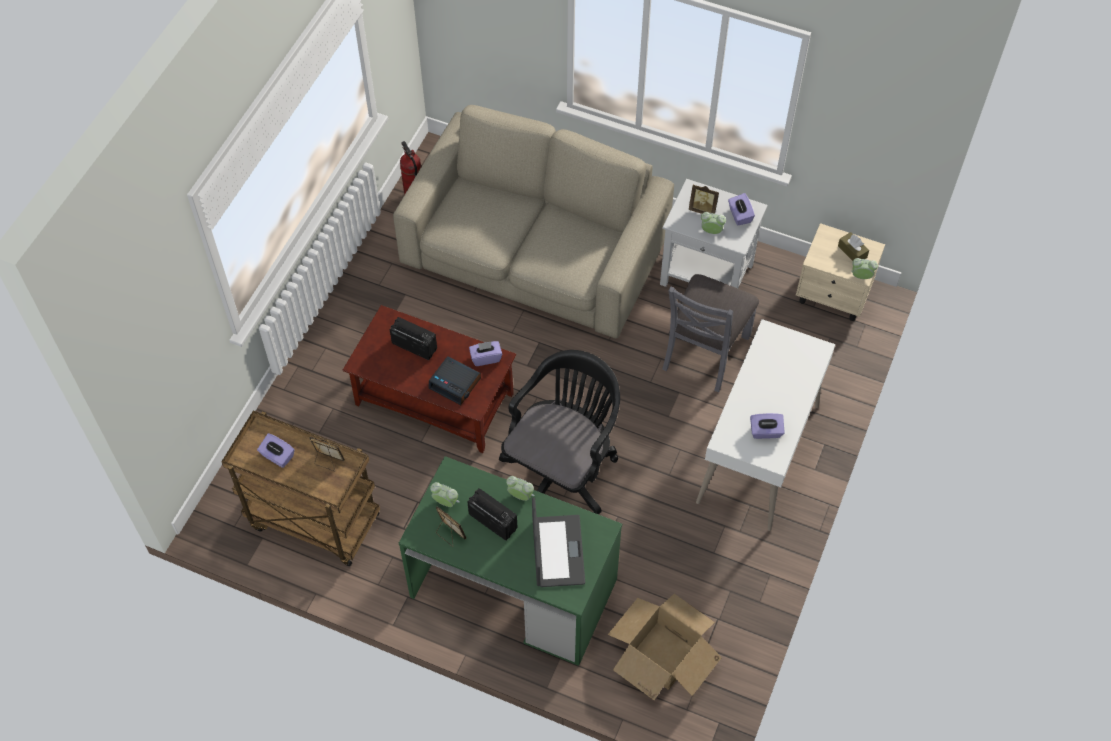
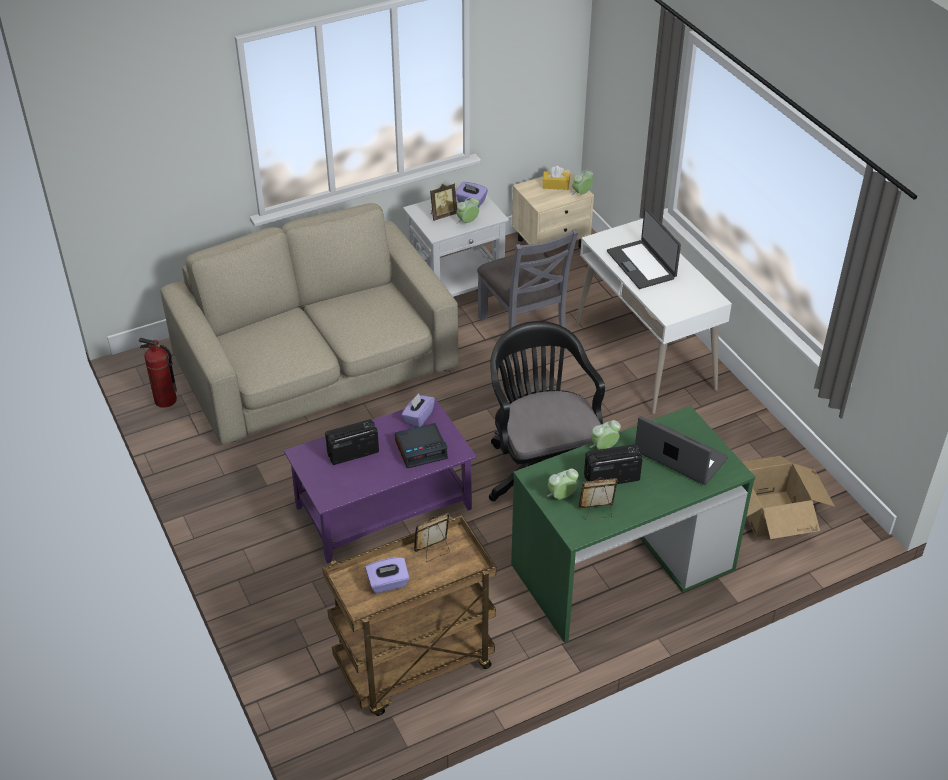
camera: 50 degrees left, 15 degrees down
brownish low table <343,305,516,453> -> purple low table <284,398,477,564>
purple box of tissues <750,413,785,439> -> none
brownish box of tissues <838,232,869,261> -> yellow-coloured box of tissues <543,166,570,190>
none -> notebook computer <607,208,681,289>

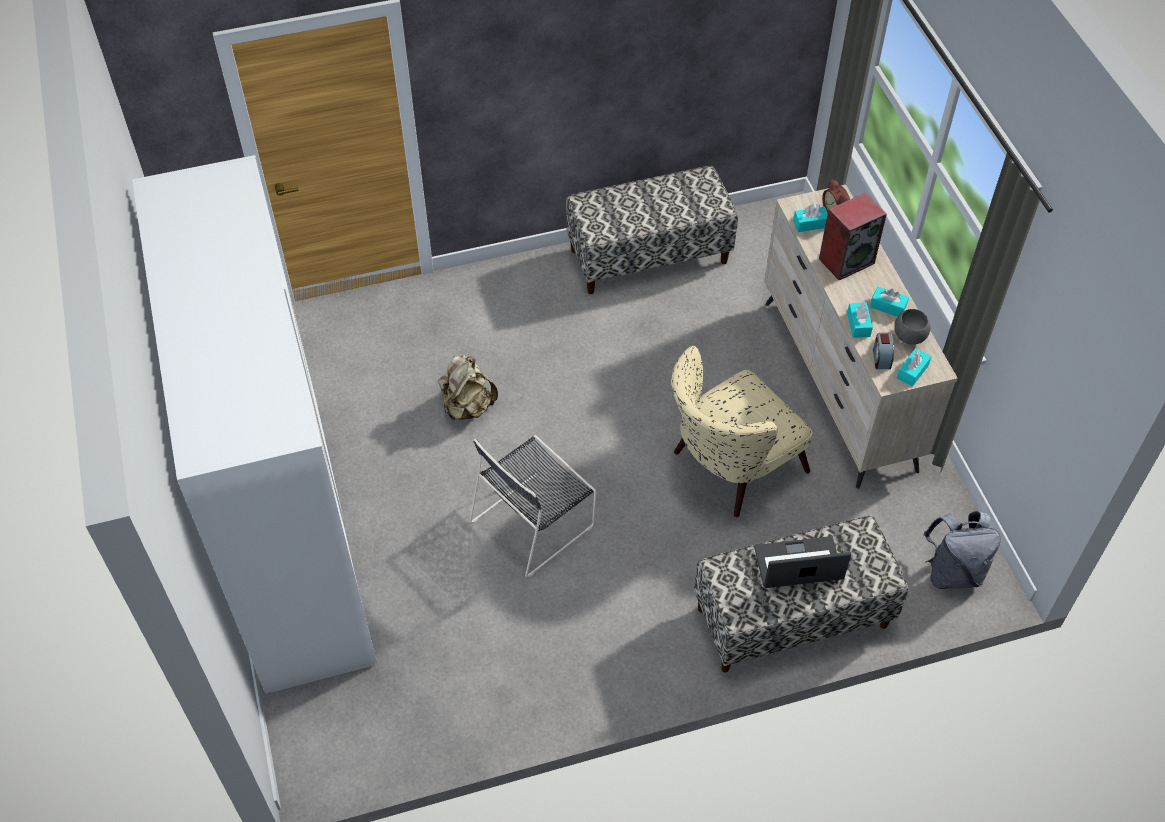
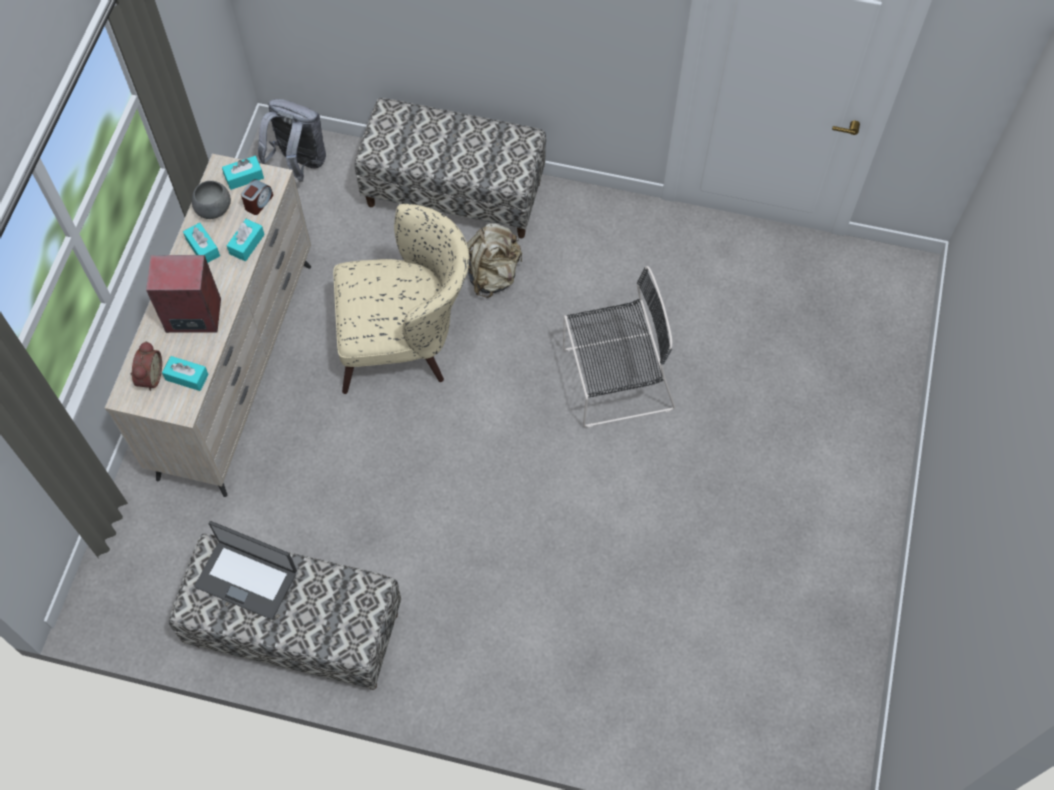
camera: 150 degrees left, 10 degrees up
whitish clothes cupboard <132,155,377,694> -> none
sand-coloured knapsack <438,355,498,420> -> sand-coloured knapsack <467,223,523,298>, relocated
notebook computer <754,536,851,588> -> notebook computer <194,521,297,620>, relocated

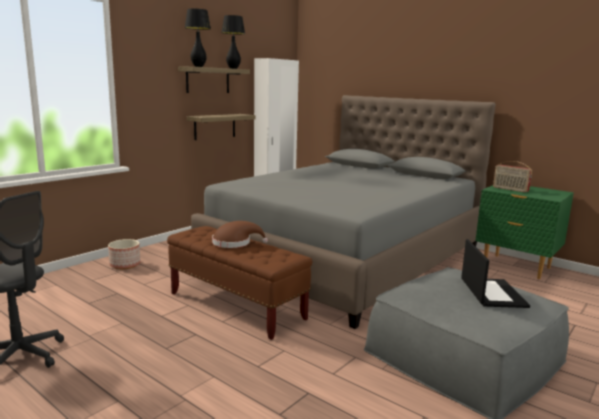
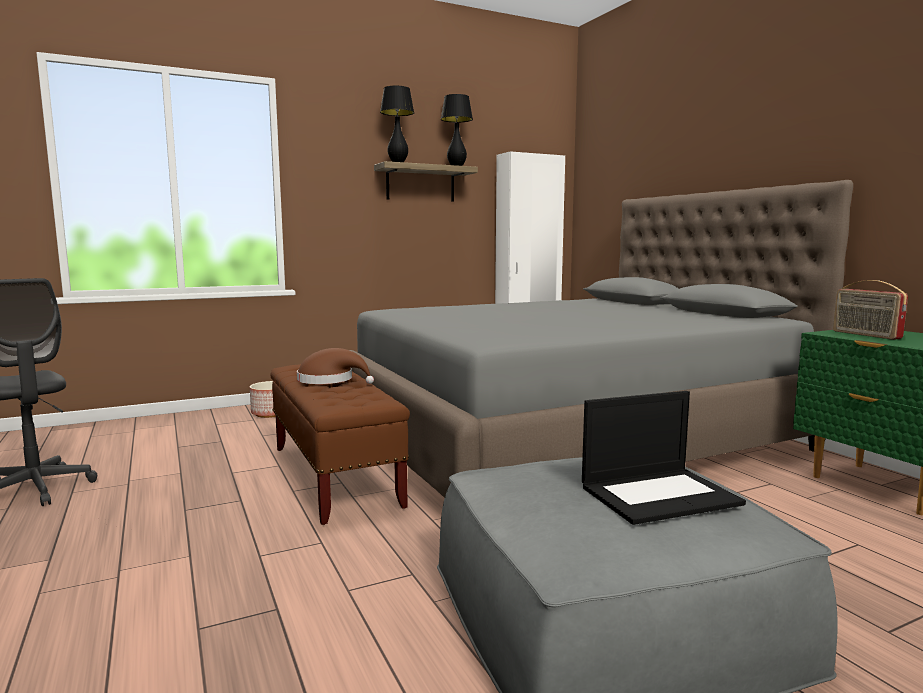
camera: 25 degrees right, 5 degrees down
shelf <187,114,255,140> -> none
notebook computer <461,239,530,308> -> notebook computer <582,391,746,525>, 45 degrees clockwise

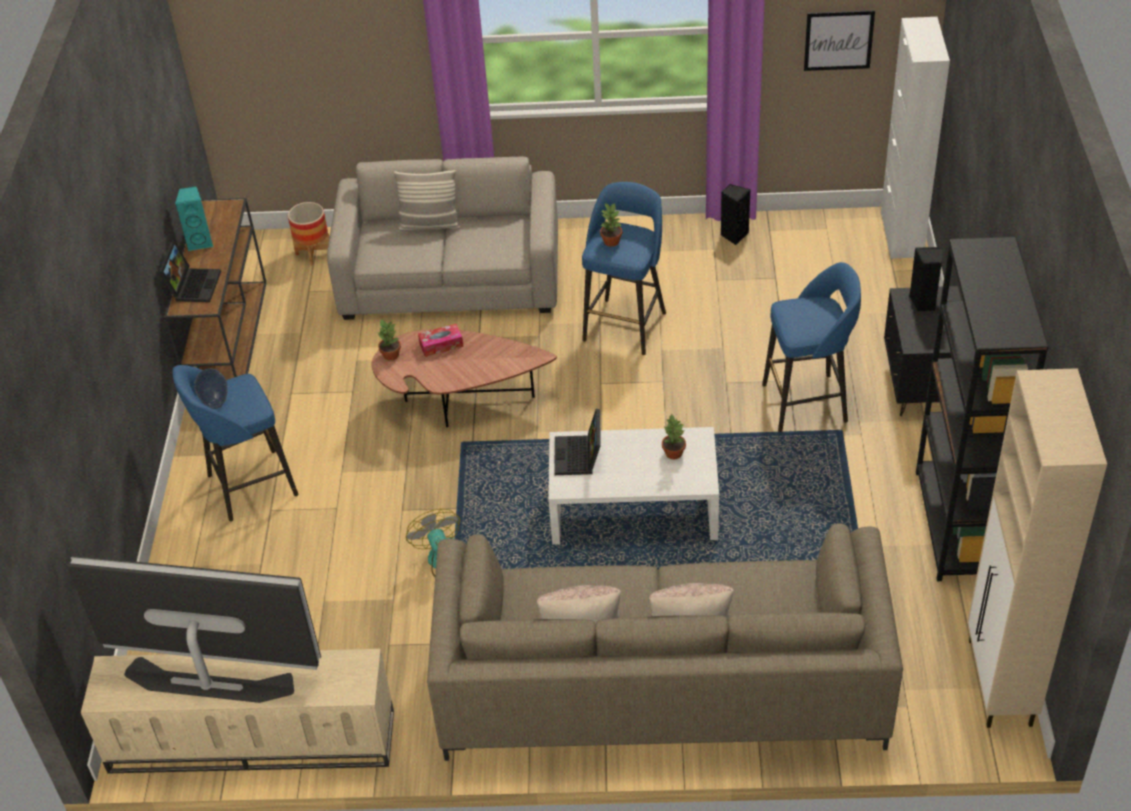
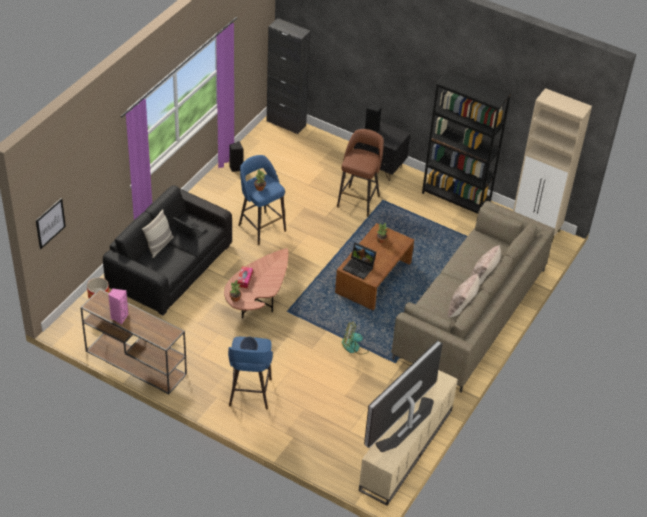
camera: 65 degrees left, 0 degrees up
notebook computer <159,241,221,302> -> notebook computer <173,217,206,240>, relocated
turquoise-coloured loudspeaker <175,186,213,251> -> pink-coloured loudspeaker <108,288,128,324>
sand-coloured sofa <327,157,558,320> -> blackish sofa <103,185,232,316>
whitish low table <548,427,719,545> -> brownish low table <335,223,414,310>
bluish sitting stool <762,262,861,432> -> brownish sitting stool <337,129,384,217>
wall picture <804,10,875,71> -> wall picture <36,198,66,249>, relocated
whitish cupboard <881,17,950,259> -> blackish cupboard <267,18,311,135>

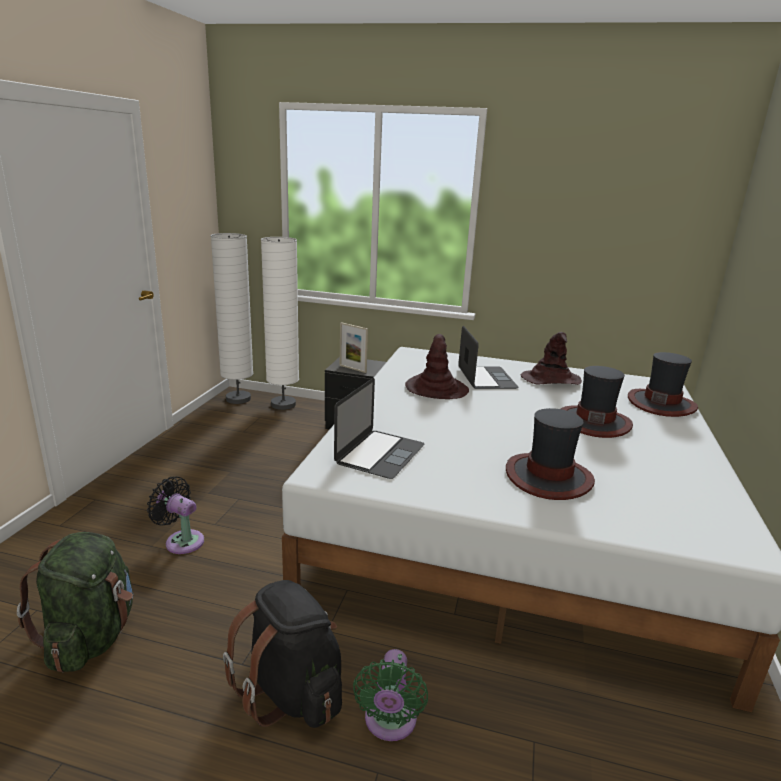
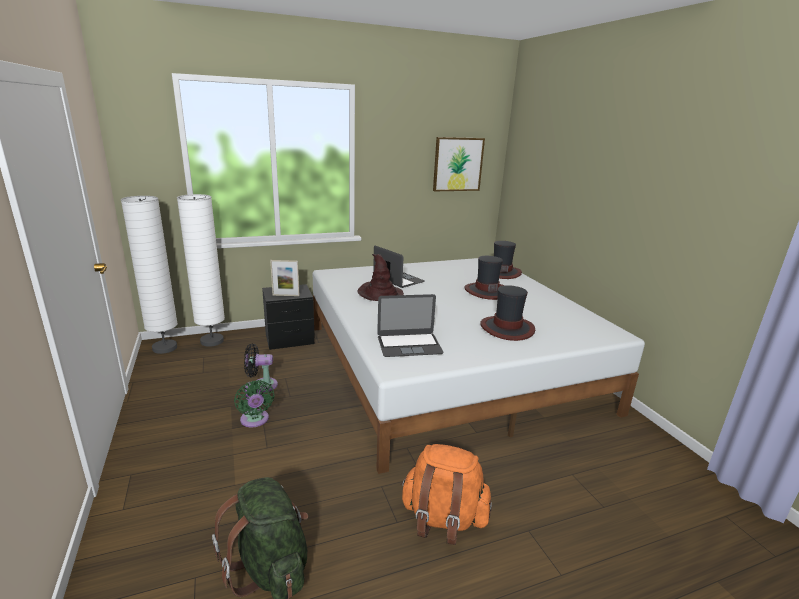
camera: 35 degrees left, 0 degrees up
blackish fan <147,477,204,554> -> blackish fan <244,344,278,392>, relocated
blackish knapsack <223,580,342,728> -> orange-coloured knapsack <401,444,492,545>
notebook computer <334,378,424,479> -> notebook computer <377,294,444,357>, 90 degrees clockwise
greenish fan <353,649,428,741> -> greenish fan <234,380,274,427>, relocated
brownish hat <521,332,582,385> -> none
none -> wall picture <433,137,485,191>

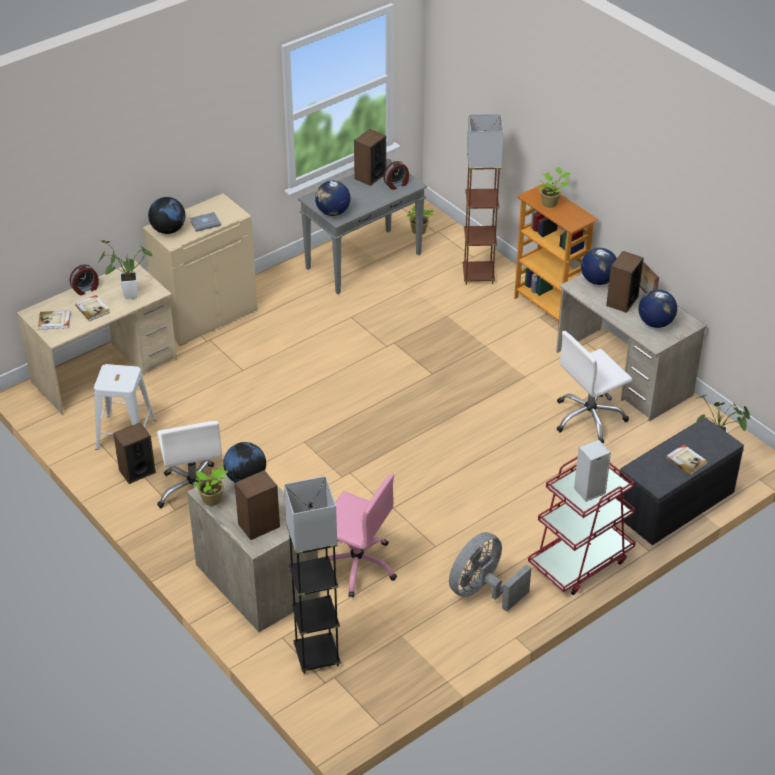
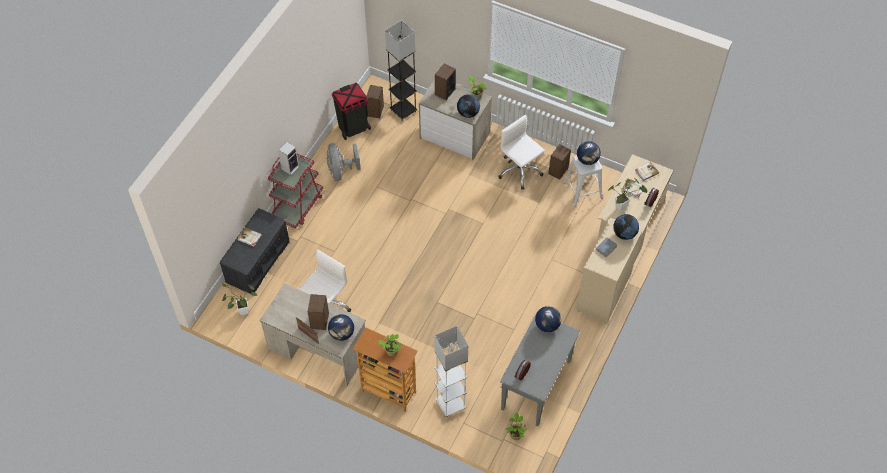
camera: 155 degrees right, 15 degrees up
pink-coloured computer chair <329,474,397,597> -> none
loudspeaker <354,129,386,186> -> loudspeaker <366,85,384,118>, relocated
gray fan <449,532,531,611> -> gray fan <327,143,361,181>, 150 degrees clockwise
brownish standard lamp <462,114,504,285> -> whitish standard lamp <434,326,468,417>
world globe <638,290,677,328> -> world globe <577,141,601,165>, relocated
none -> blackish rubbish bin <332,83,371,140>

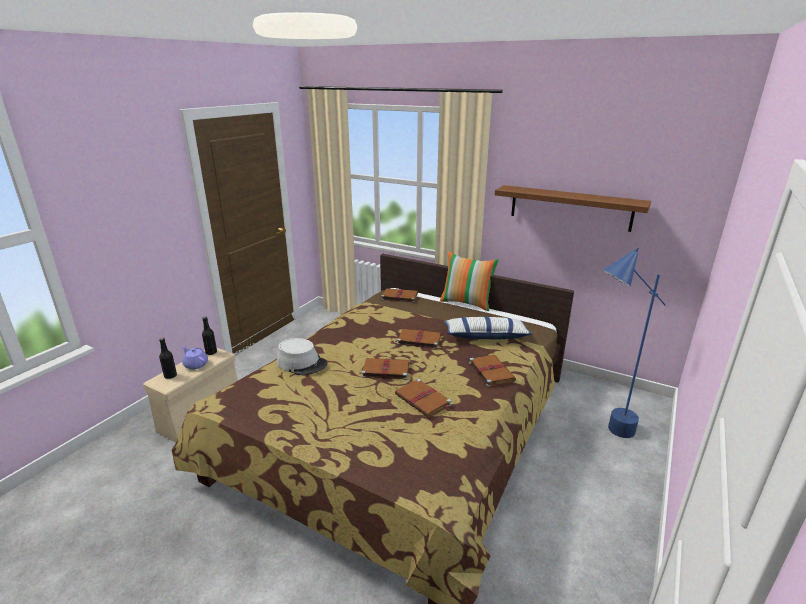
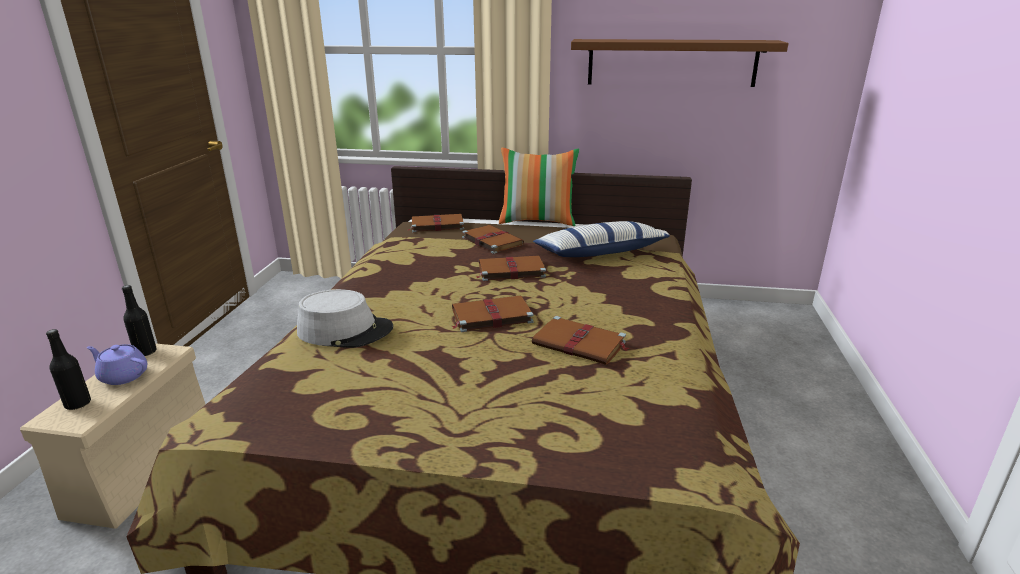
camera: 20 degrees left, 0 degrees up
brownish volume <469,355,516,387> -> brownish volume <462,225,524,254>, relocated
bluish standard lamp <603,248,666,438> -> none

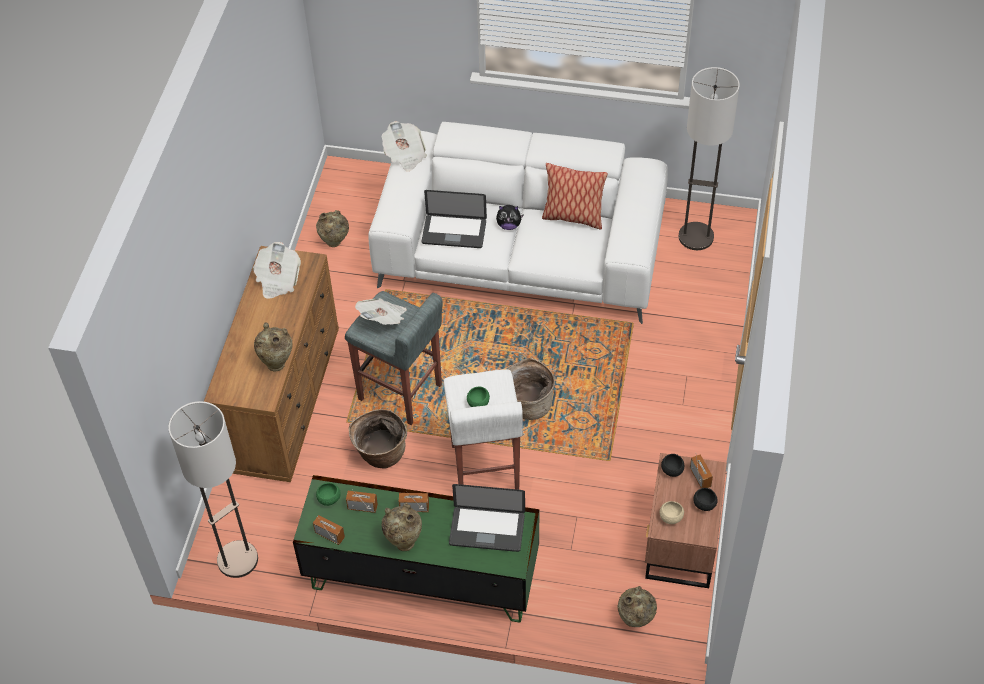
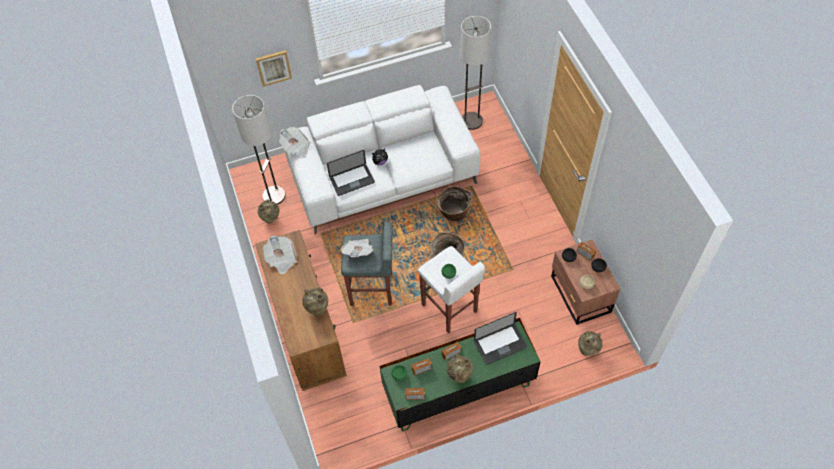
camera: 30 degrees left, 5 degrees up
standard lamp <168,401,258,578> -> standard lamp <232,95,286,205>, relocated
storage basket <349,409,407,469> -> storage basket <436,186,472,221>, relocated
pillow <542,163,608,230> -> none
none -> wall picture <255,50,292,87>

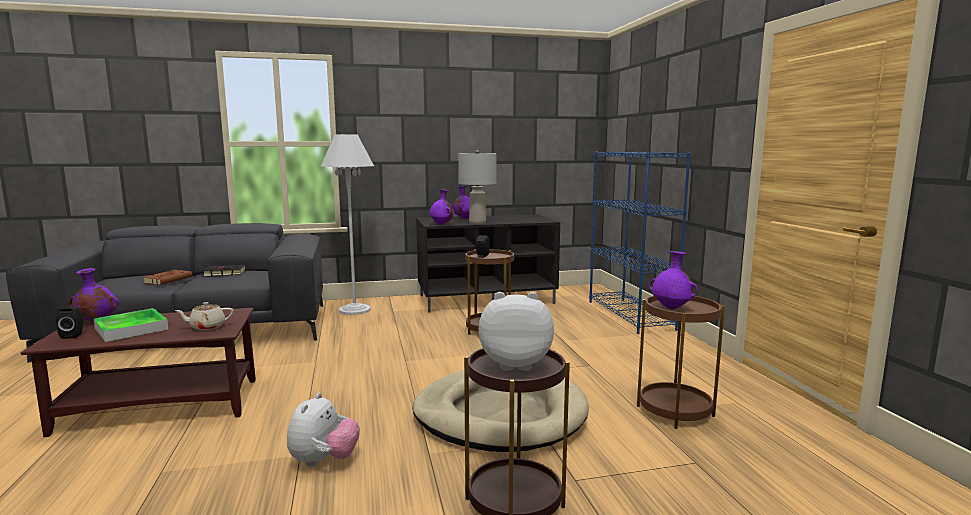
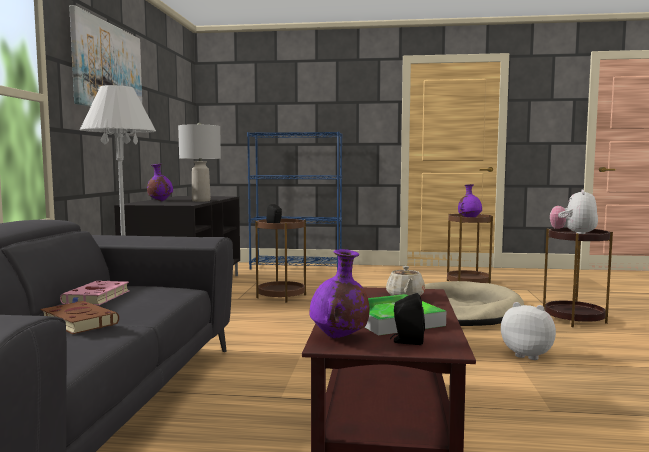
camera: 70 degrees left, 5 degrees down
blackish volume <199,265,246,276> -> pink-coloured volume <60,280,130,305>
purple flower vase <430,189,453,225> -> none
none -> wall picture <69,5,142,107>

